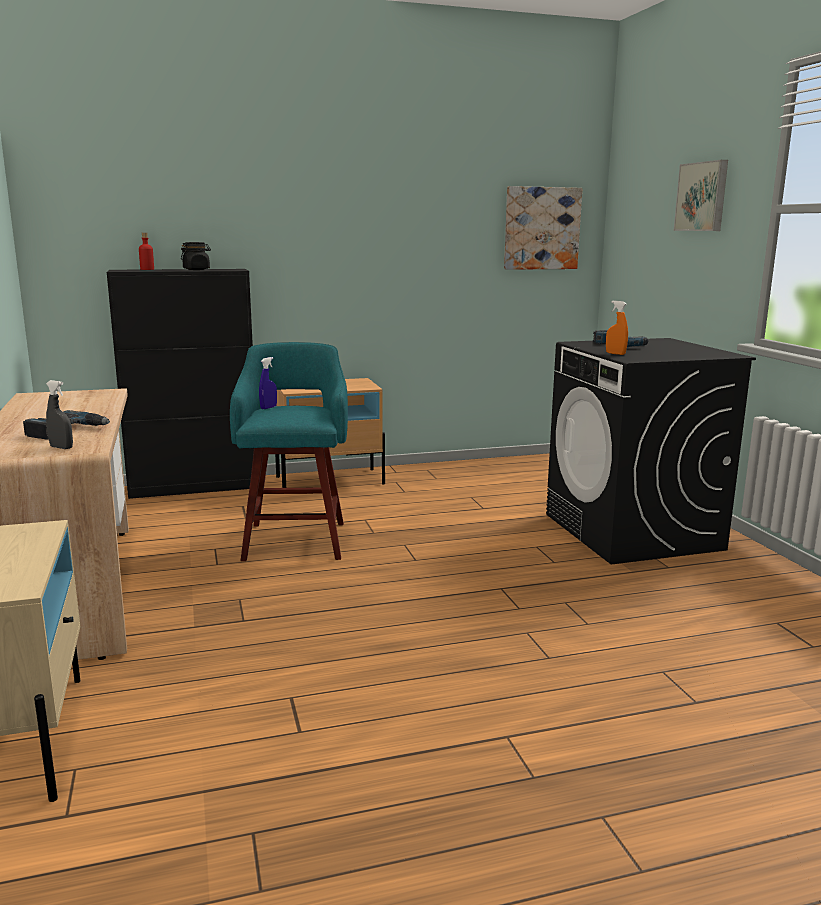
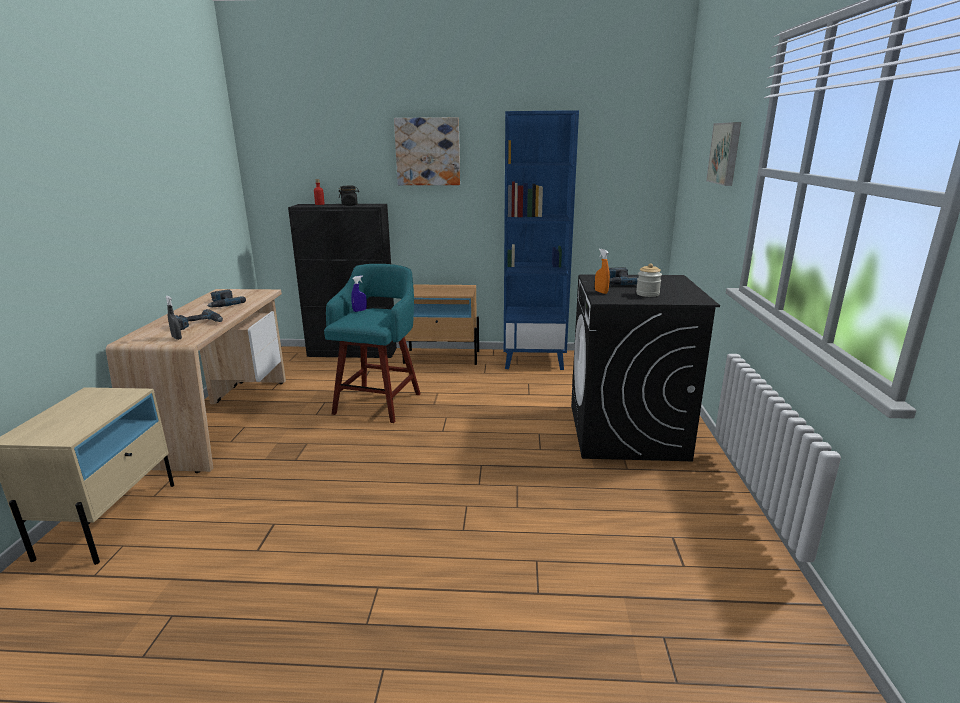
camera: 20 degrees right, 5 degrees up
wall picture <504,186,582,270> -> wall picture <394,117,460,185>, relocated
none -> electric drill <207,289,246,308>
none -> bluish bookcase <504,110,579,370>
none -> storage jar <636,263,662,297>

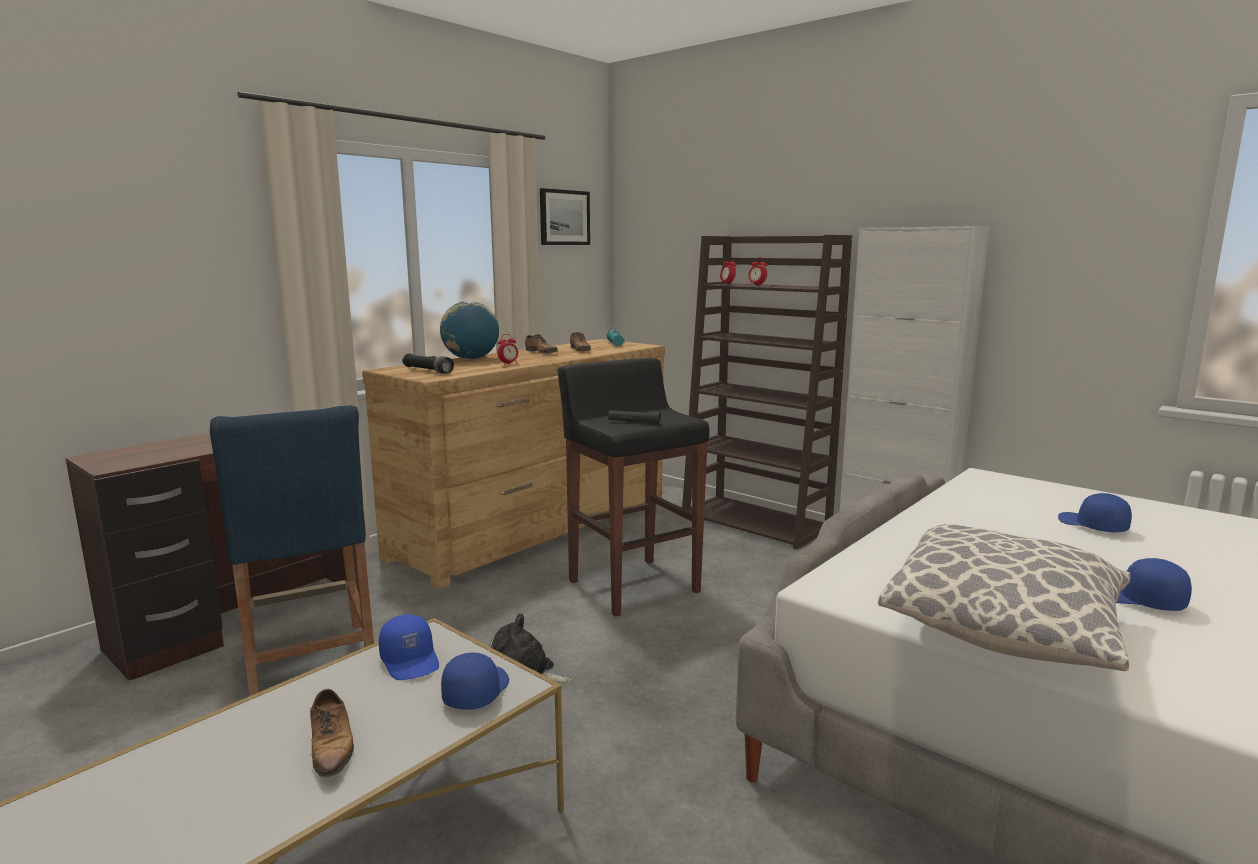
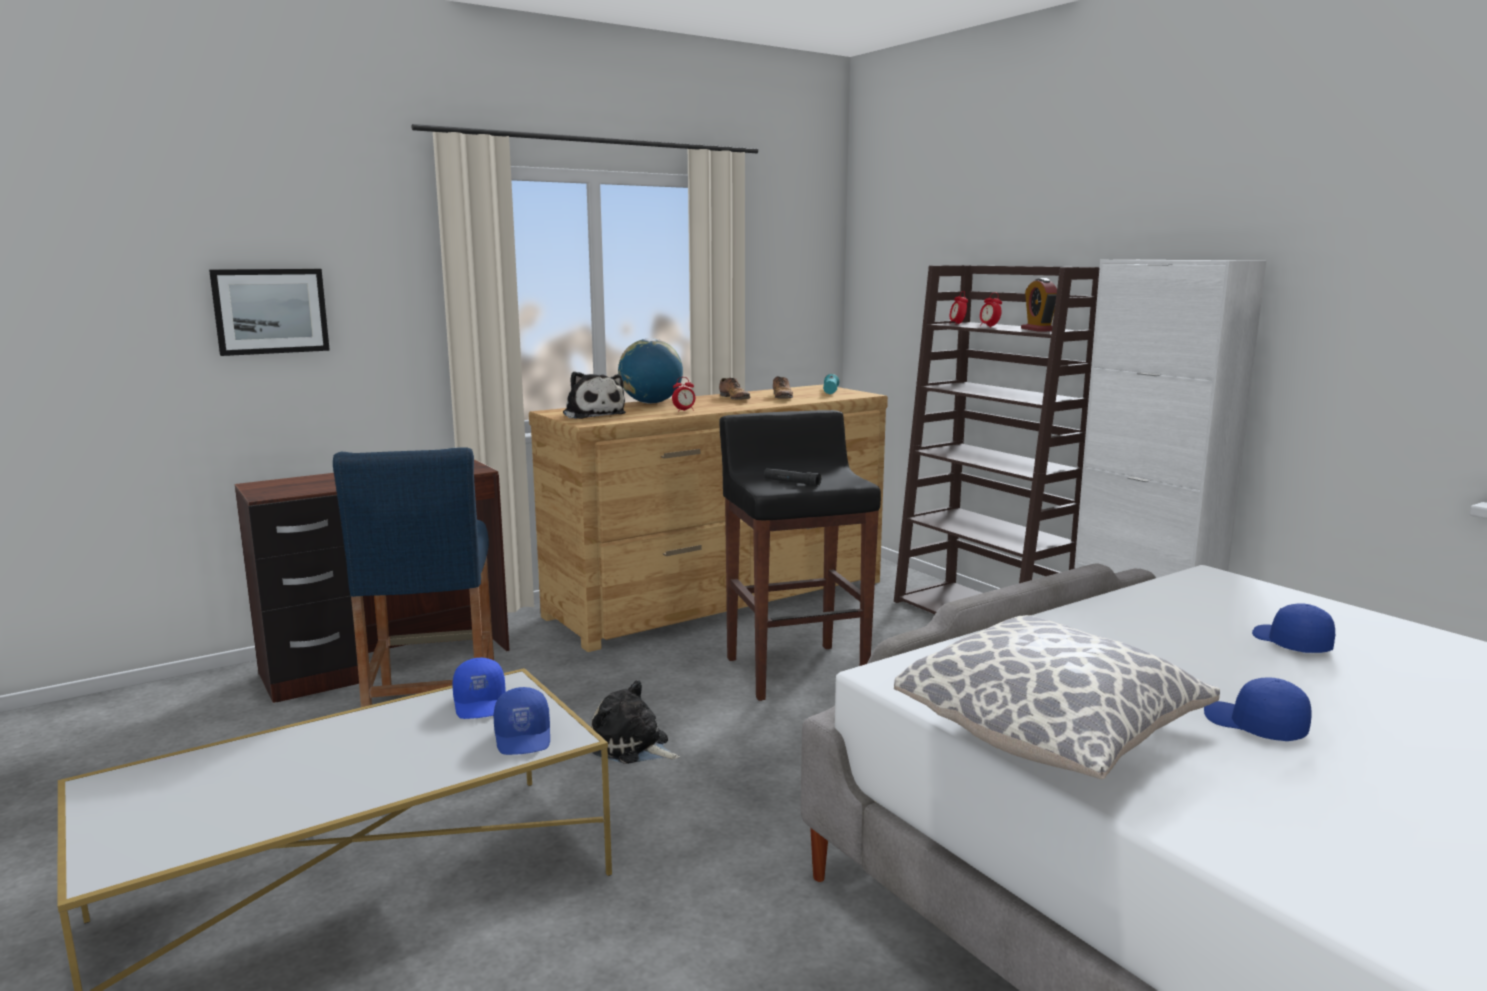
camera: 15 degrees right, 0 degrees up
shoe <310,689,354,777> -> none
blackish hand torch <402,354,454,374> -> cuddly toy <563,371,626,419>
bluish baseball cap <441,652,509,710> -> bluish baseball cap <493,687,550,755>, 135 degrees clockwise
wall picture <540,188,590,245> -> wall picture <209,269,330,356>, relocated
none -> bedside clock <1021,278,1057,331>

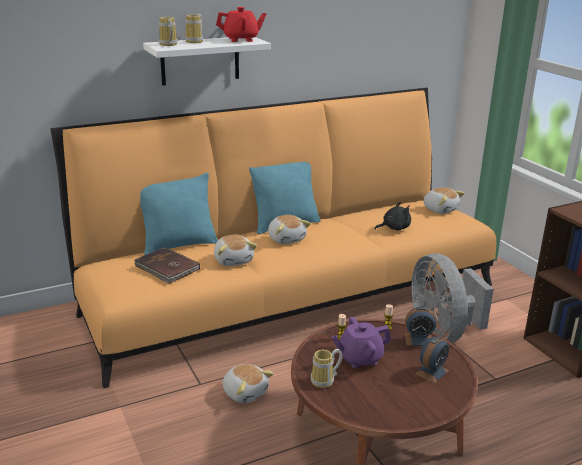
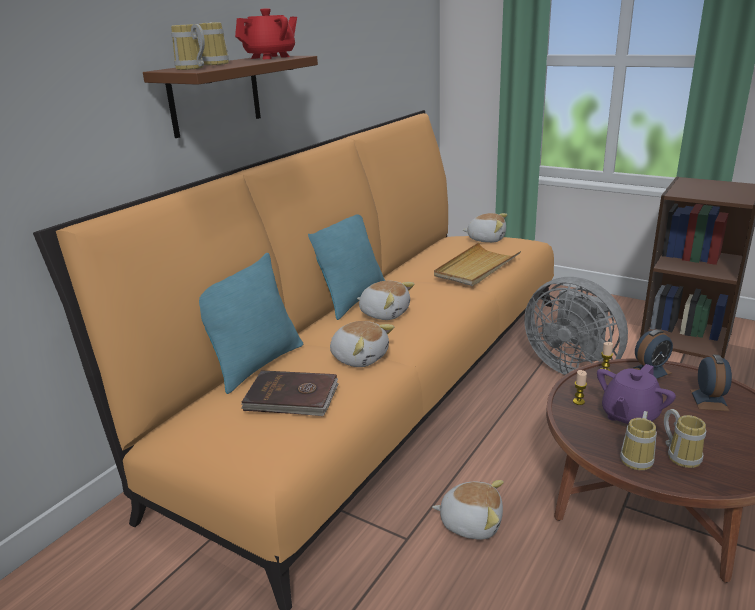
camera: 30 degrees left, 0 degrees up
whitish shelf <143,37,271,86> -> brownish shelf <143,56,318,138>
blackish cuddly toy <374,202,411,231> -> sand-coloured tray <434,242,521,286>
none -> coffee mug <664,409,706,468>

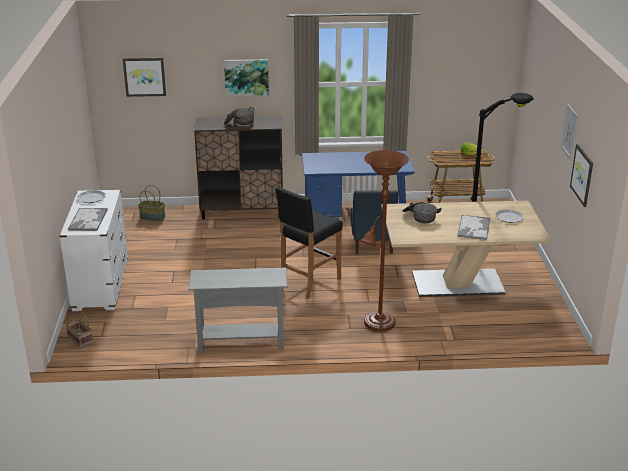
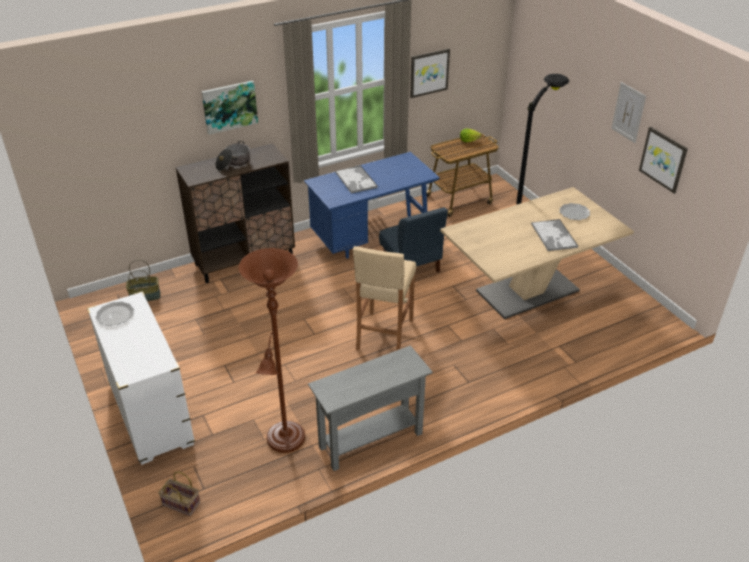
camera: 25 degrees left, 10 degrees up
tray <68,208,108,231> -> tray <335,165,378,193>, relocated
wall picture <123,58,166,97> -> wall picture <410,49,450,98>, relocated
blackish sitting stool <275,187,343,299> -> sand-coloured sitting stool <353,246,416,351>
brownish standard lamp <359,150,409,332> -> brownish standard lamp <239,248,305,453>, relocated
saucepot <402,202,442,223> -> none

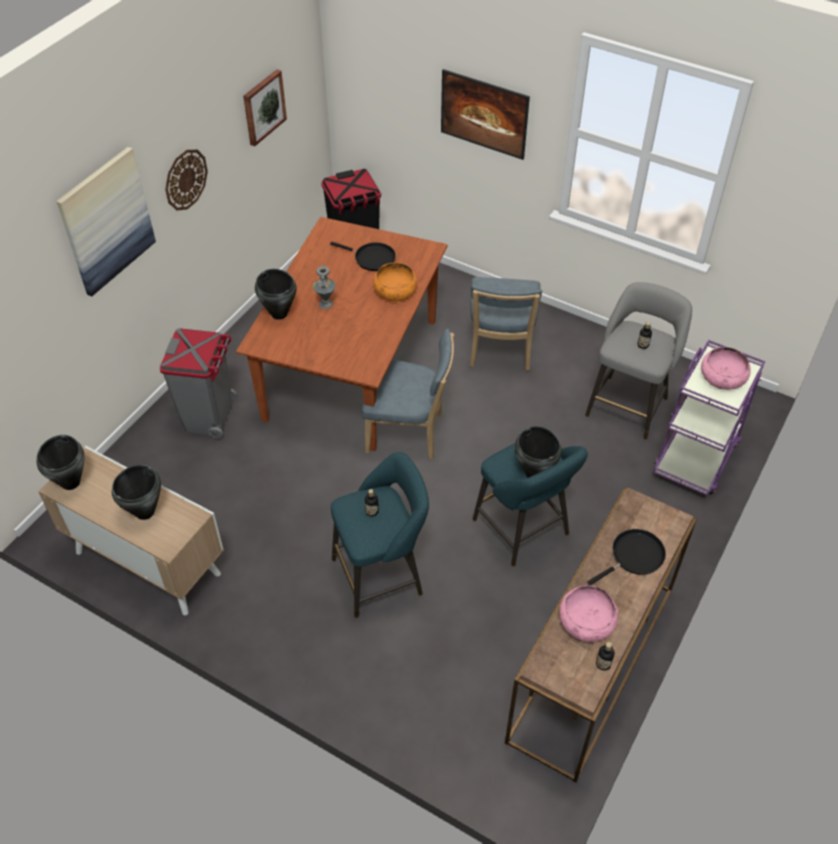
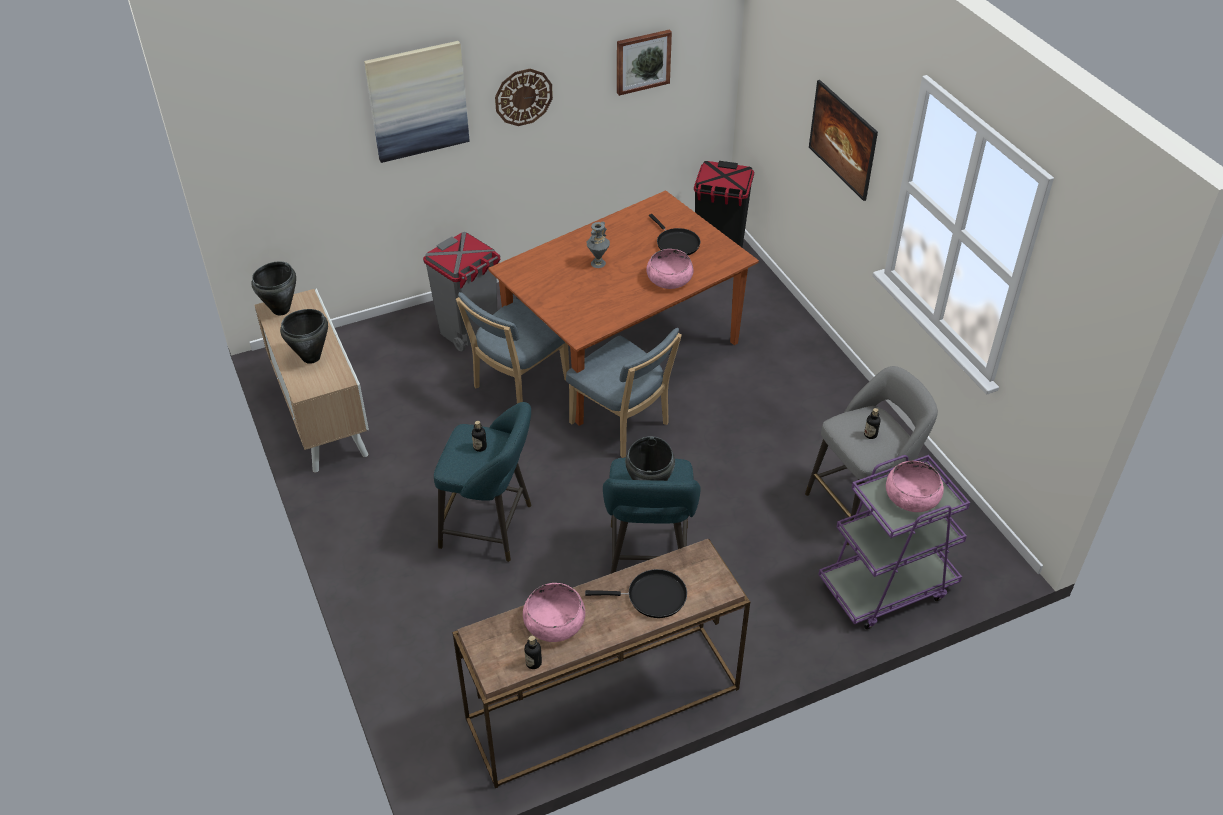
camera: 35 degrees right, 5 degrees down
blackish saucepot <255,269,297,320> -> none
orange-coloured serving bowl <373,263,417,301> -> pink-coloured serving bowl <646,249,694,289>
bluish upright chair <470,277,542,371> -> bluish upright chair <456,292,569,404>, relocated

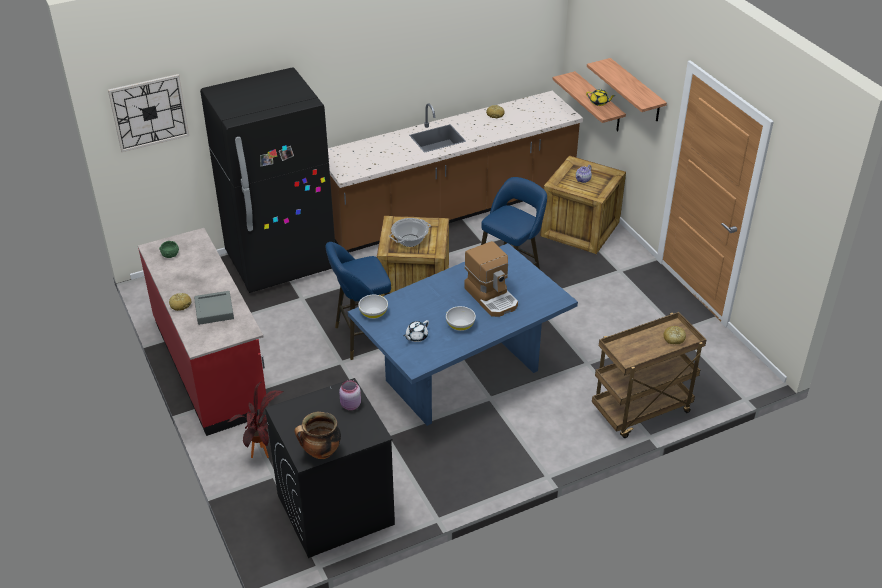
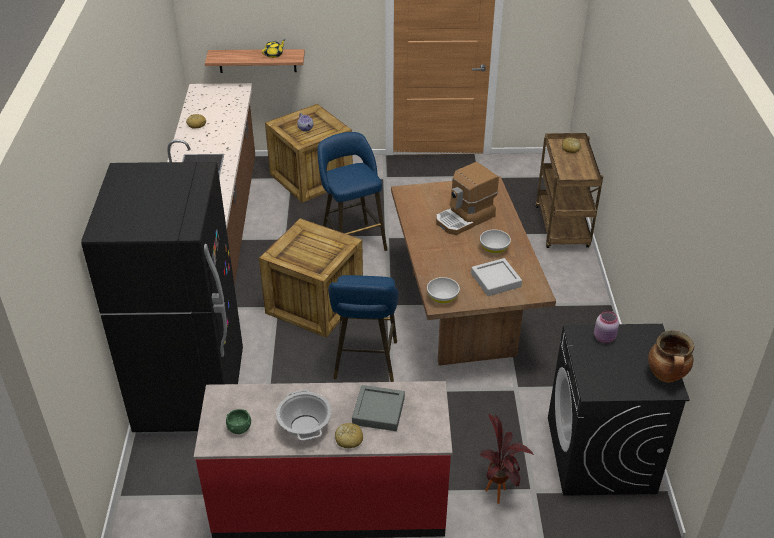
camera: 65 degrees left, 0 degrees up
clock on the wall <108,74,189,152> -> none
bluish kitchen table <348,243,578,426> -> brownish kitchen table <391,176,556,366>
saucepot <389,218,431,247> -> saucepot <276,390,332,441>, relocated
whitish pot for tea <403,320,429,342> -> gray tray <471,258,522,296>
coffee brewer <464,241,518,317> -> coffee brewer <436,162,499,235>, 150 degrees clockwise
shelf <587,58,667,121> -> none

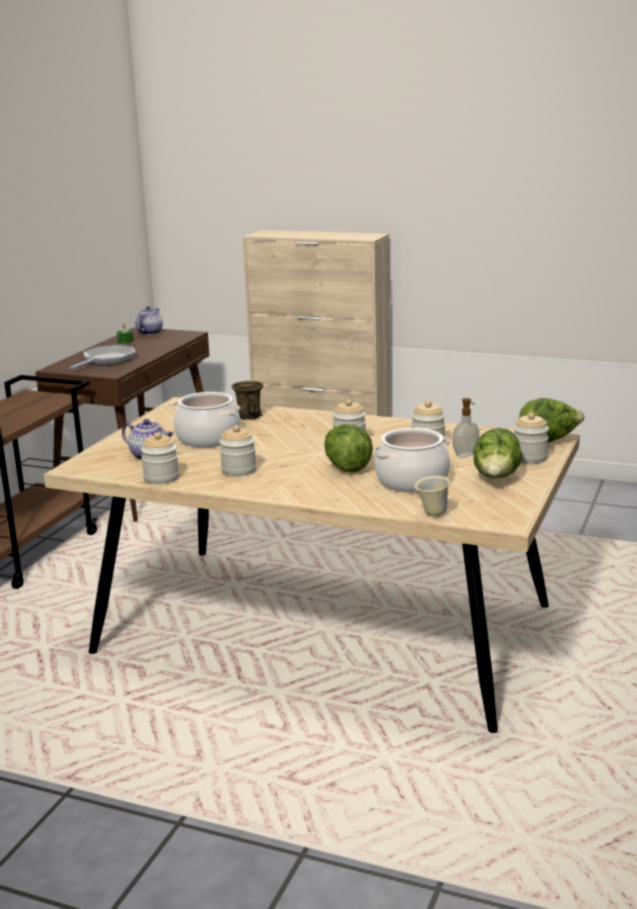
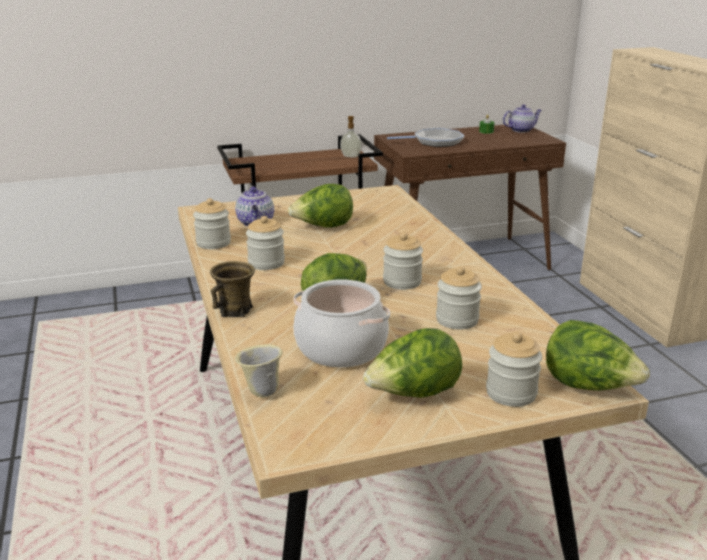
camera: 50 degrees right, 5 degrees up
saucepot <172,392,241,447> -> lettuce <288,184,353,228>
brownish coffee mug <231,381,264,420> -> brownish coffee mug <210,261,255,317>, relocated
soap bottle <452,398,479,457> -> soap bottle <340,116,362,157>, relocated

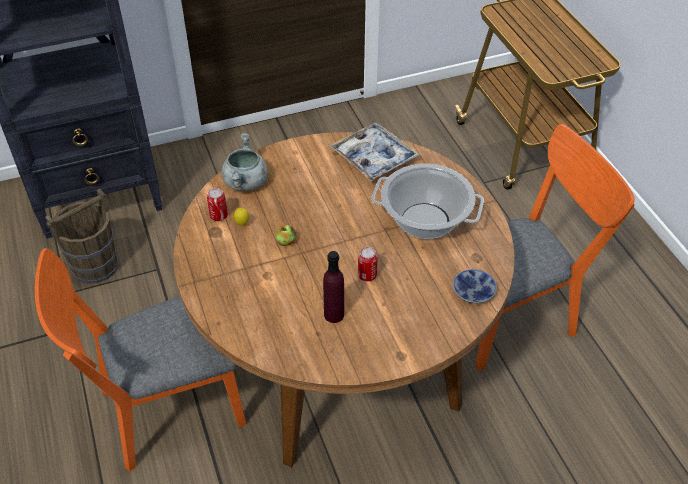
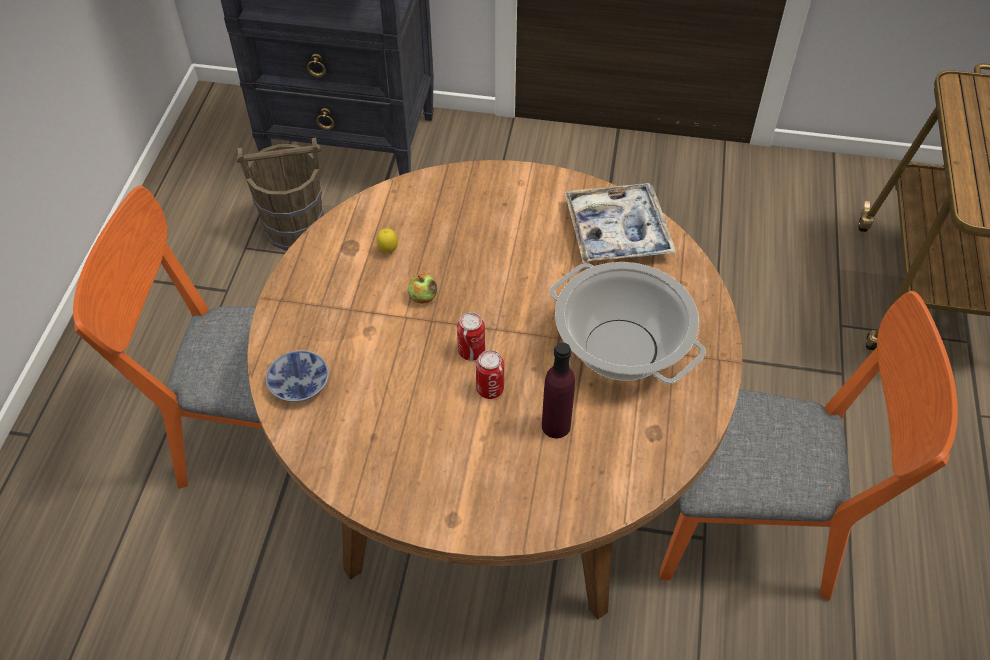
camera: 30 degrees right, 5 degrees up
metal can <207,188,228,221> -> metal can <457,312,485,361>, relocated
gray saucepot <222,133,268,191> -> none
purple beverage bottle <323,251,344,323> -> purple beverage bottle <542,343,575,438>, relocated
serving bowl <453,269,497,303> -> serving bowl <266,350,329,402>, relocated

